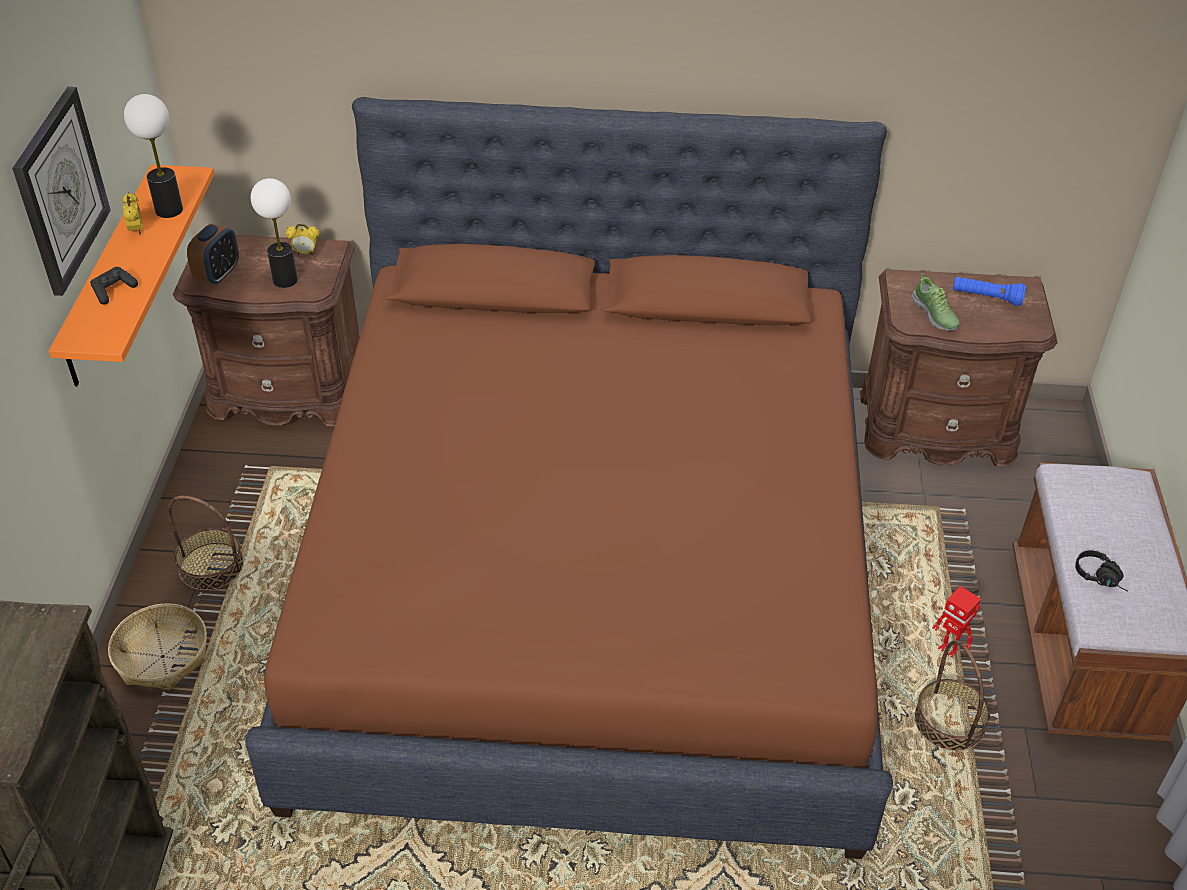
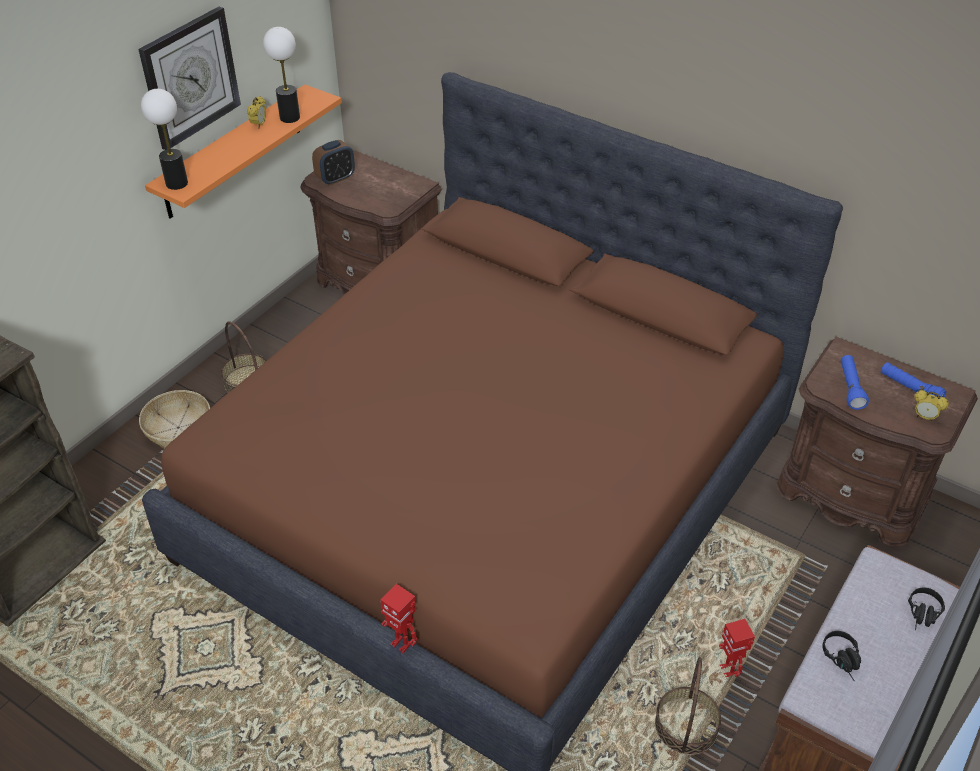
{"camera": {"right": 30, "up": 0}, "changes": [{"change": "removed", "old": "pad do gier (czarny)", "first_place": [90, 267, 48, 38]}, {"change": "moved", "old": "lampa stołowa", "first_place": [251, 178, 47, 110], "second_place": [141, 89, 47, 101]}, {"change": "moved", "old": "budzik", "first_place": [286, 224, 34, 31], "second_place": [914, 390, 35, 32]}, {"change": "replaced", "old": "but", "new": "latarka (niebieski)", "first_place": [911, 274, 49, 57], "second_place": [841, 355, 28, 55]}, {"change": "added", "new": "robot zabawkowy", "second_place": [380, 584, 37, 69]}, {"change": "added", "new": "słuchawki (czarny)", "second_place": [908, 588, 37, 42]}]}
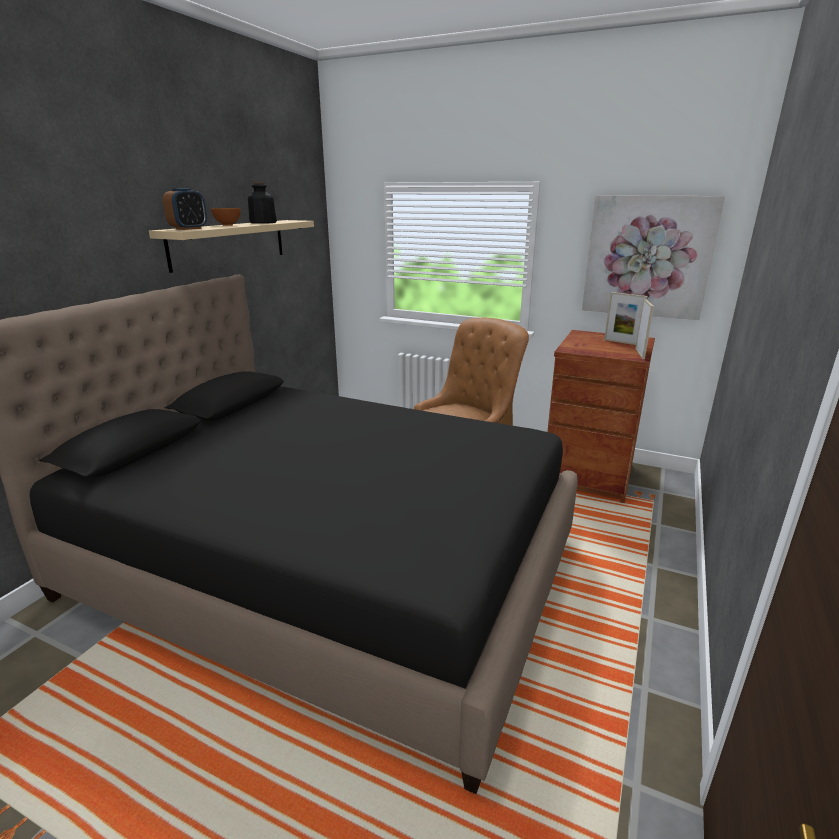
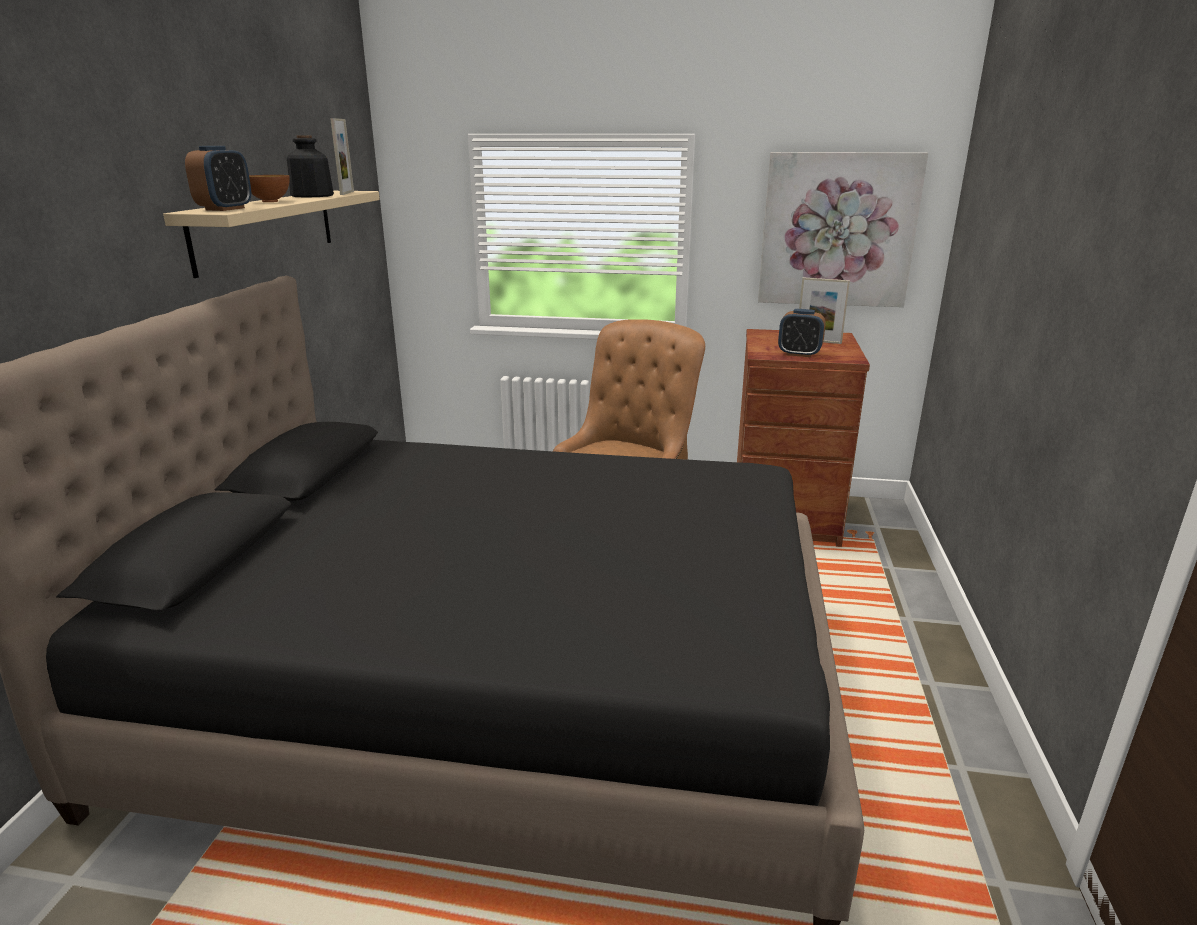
{"camera": {"right": -15, "up": 0}, "changes": [{"change": "moved", "old": "ramka na zdjęcie", "first_place": [635, 299, 19, 60], "second_place": [330, 118, 24, 77]}, {"change": "added", "new": "budzik", "second_place": [778, 309, 48, 48]}]}
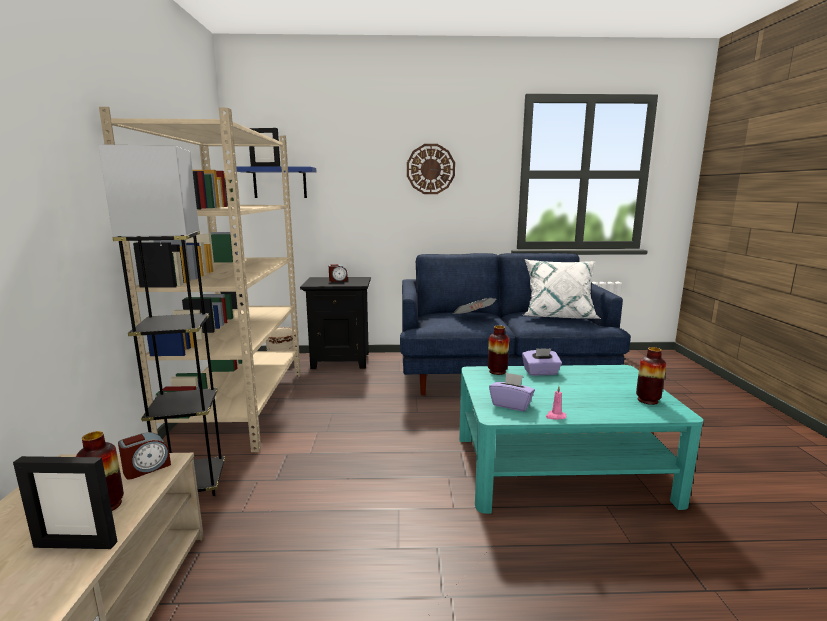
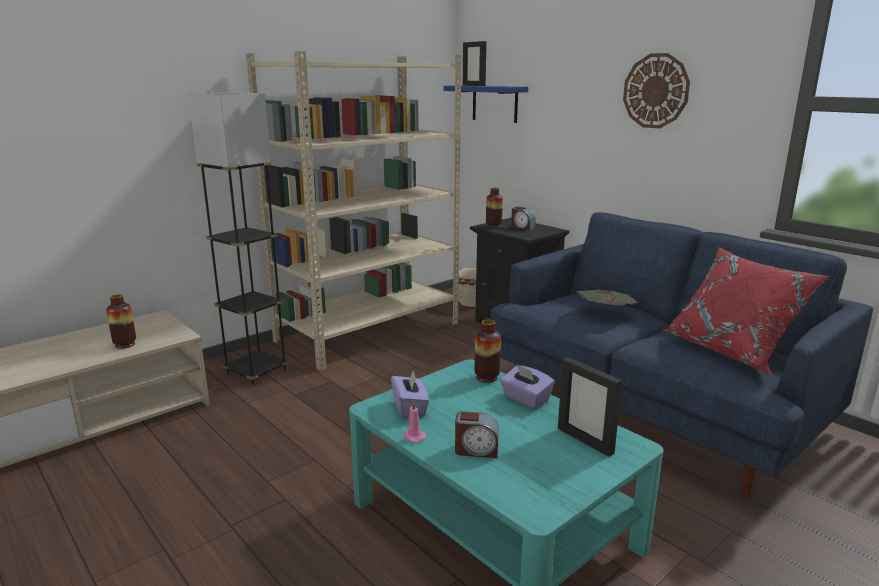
{"camera": {"right": 50, "up": 5}, "changes": [{"change": "moved", "old": "ramka na zdjęcie", "first_place": [13, 456, 105, 93], "second_place": [558, 357, 64, 100]}, {"change": "moved", "old": "budzik", "first_place": [118, 432, 53, 47], "second_place": [455, 411, 44, 47]}, {"change": "recoloured", "old": "poduszka (biały)", "new": "poduszka (czerwony)", "first_place": [524, 259, 77, 60], "second_place": [663, 247, 167, 128]}, {"change": "moved", "old": "wazon", "first_place": [636, 347, 30, 58], "second_place": [486, 188, 17, 40]}]}
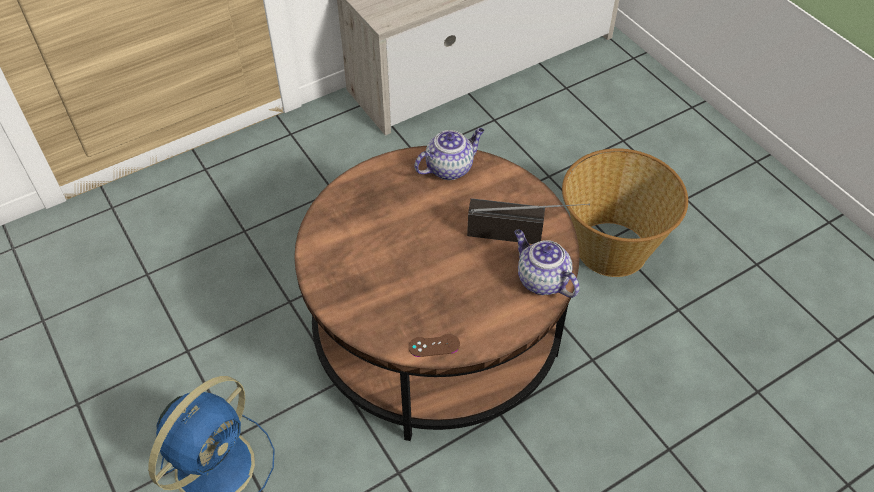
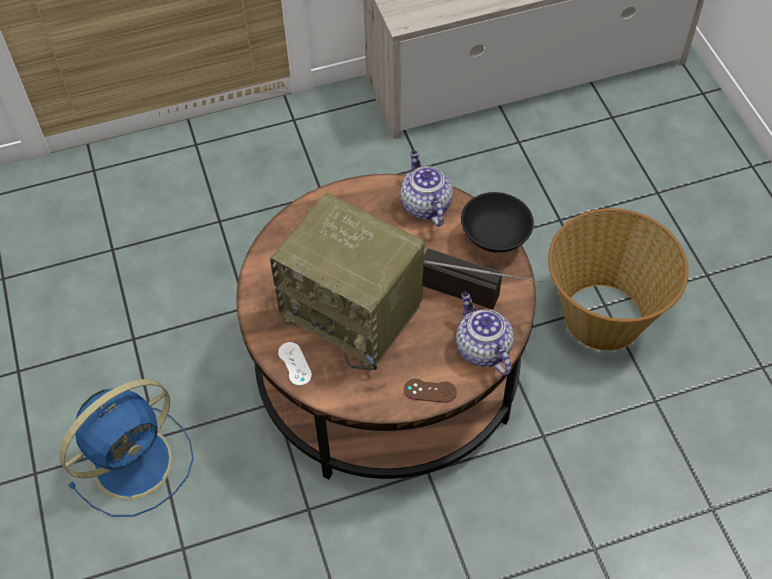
{"camera": {"right": 15, "up": 5}, "changes": [{"change": "moved", "old": "pad do gier (brązowy)", "first_place": [408, 334, 52, 23], "second_place": [404, 379, 53, 24]}, {"change": "turned", "old": "imbryk", "first_place": [414, 128, 70, 52], "second_place": [400, 151, 53, 75], "degrees": -90}, {"change": "added", "new": "radio", "second_place": [270, 193, 155, 177]}, {"change": "added", "new": "pad do gier (biały)", "second_place": [278, 342, 34, 44]}, {"change": "added", "new": "miska (czarny)", "second_place": [461, 192, 73, 61]}]}
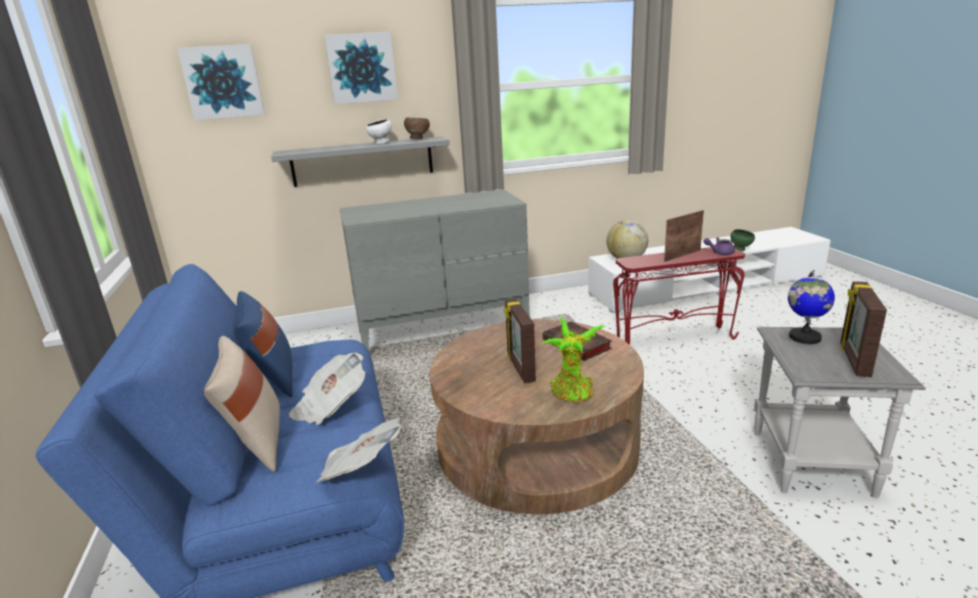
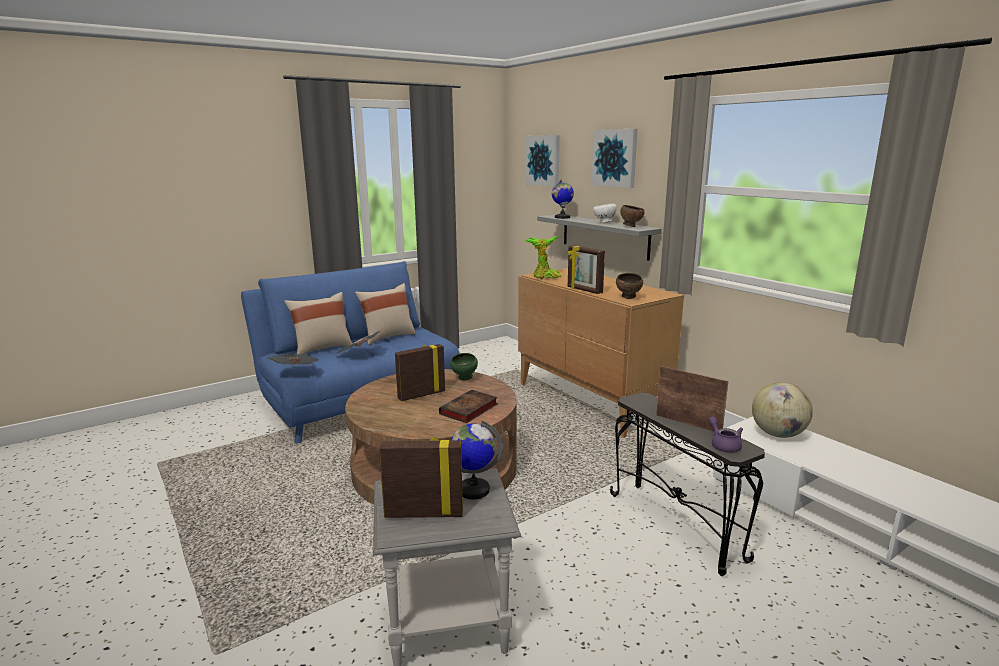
{"camera": {"right": 70, "up": -5}, "changes": [{"change": "recoloured", "old": "poduszka (niebieski)", "new": "poduszka (beżowy)", "first_place": [233, 291, 60, 106], "second_place": [355, 283, 61, 62]}, {"change": "recoloured", "old": "szafka (szary)", "new": "szafka (brązowy)", "first_place": [340, 189, 190, 162], "second_place": [518, 268, 166, 170]}, {"change": "moved", "old": "roślina doniczkowa", "first_place": [541, 317, 66, 85], "second_place": [524, 236, 37, 43]}, {"change": "recoloured", "old": "stolik (czerwony)", "new": "stolik (czarny)", "first_place": [613, 247, 132, 98], "second_place": [610, 393, 155, 183]}, {"change": "moved", "old": "miska (zielony)", "first_place": [731, 229, 24, 22], "second_place": [450, 353, 28, 28]}, {"change": "added", "new": "globus", "second_place": [552, 179, 22, 40]}, {"change": "added", "new": "ramka na zdjęcie", "second_place": [568, 245, 37, 49]}, {"change": "added", "new": "miska (brązowy)", "second_place": [616, 273, 27, 26]}]}
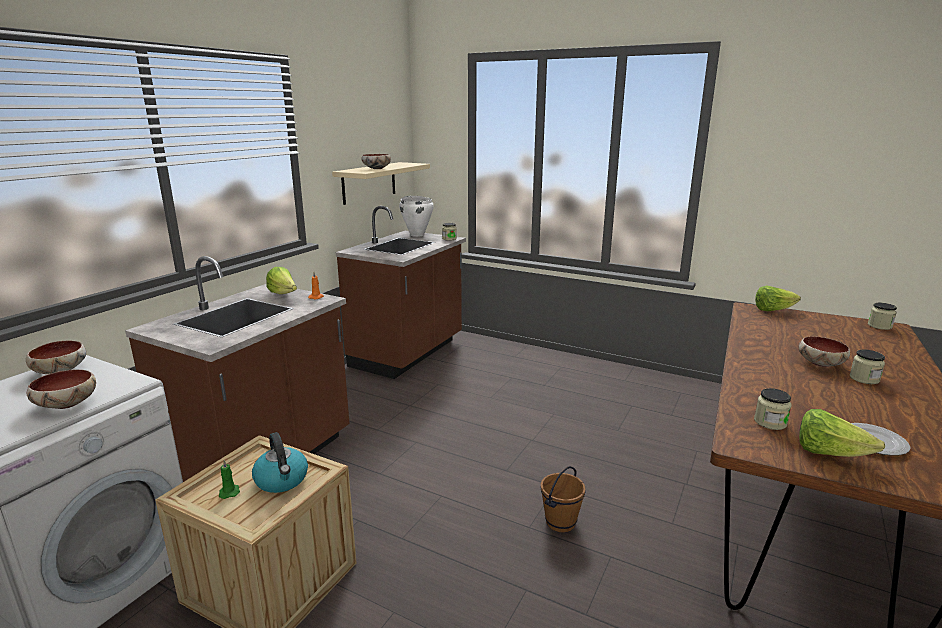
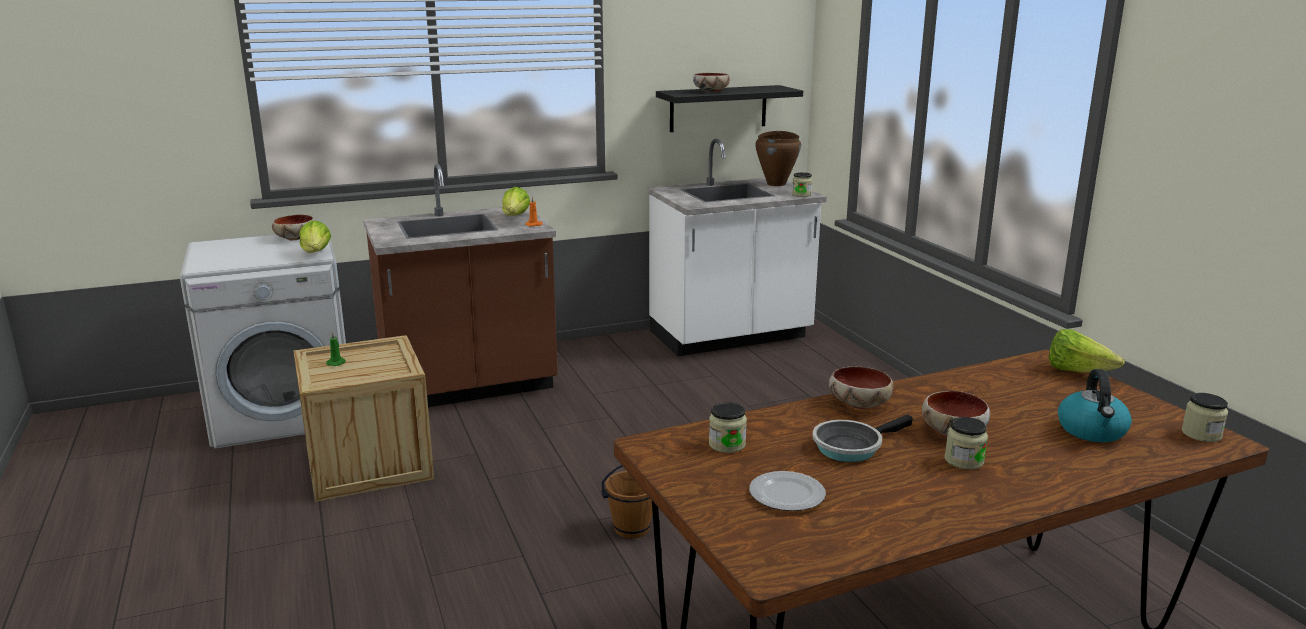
{"camera": {"right": 40, "up": 0}, "changes": [{"change": "moved", "old": "miska", "first_place": [27, 369, 69, 40], "second_place": [829, 366, 65, 43]}, {"change": "moved", "old": "czajnik", "first_place": [252, 432, 56, 61], "second_place": [1058, 369, 74, 73]}, {"change": "recoloured", "old": "półka (beżowy)", "new": "półka (czarny)", "first_place": [332, 162, 98, 43], "second_place": [656, 85, 147, 47]}, {"change": "recoloured", "old": "zabudowa kuchenna (brązowy)", "new": "zabudowa kuchenna (biały)", "first_place": [336, 206, 130, 173], "second_place": [648, 139, 179, 217]}, {"change": "recoloured", "old": "garnek (biały)", "new": "garnek (brązowy)", "first_place": [399, 196, 35, 41], "second_place": [755, 131, 46, 55]}, {"change": "moved", "old": "sałata", "first_place": [799, 409, 86, 48], "second_place": [299, 220, 32, 33]}, {"change": "added", "new": "patelnia", "second_place": [812, 414, 101, 48]}]}
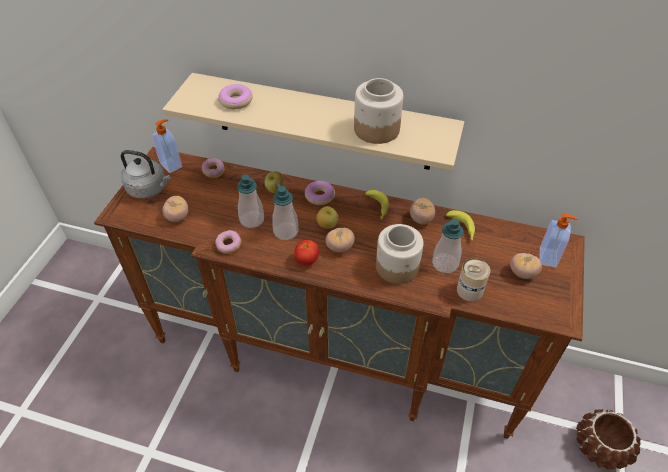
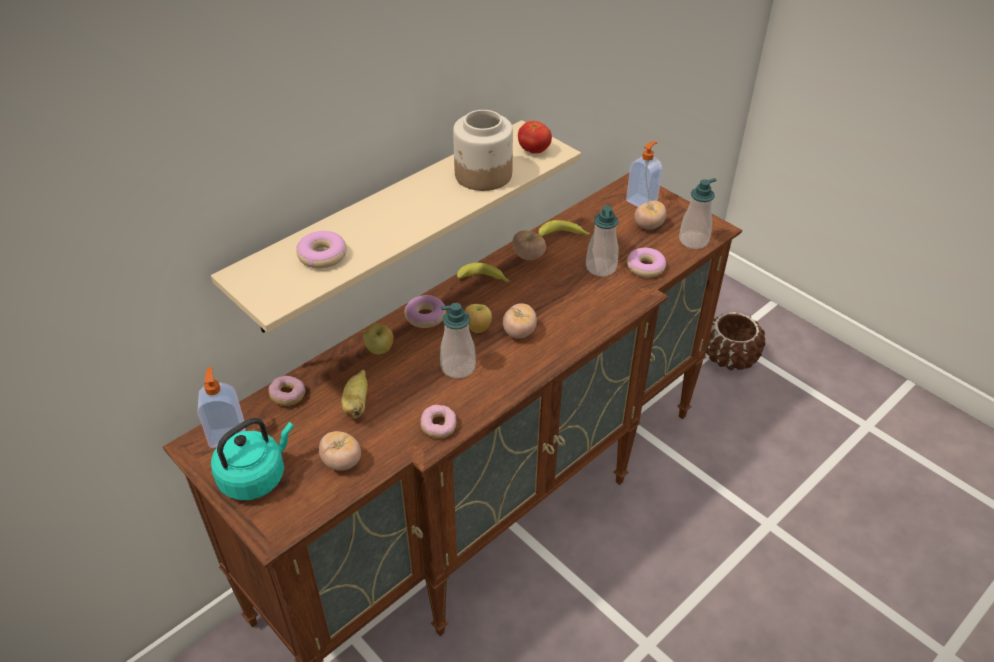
{"camera": {"right": -60, "up": -5}, "changes": [{"change": "recoloured", "old": "czajnik (szary)", "new": "czajnik (turkusowy)", "first_place": [121, 150, 49, 49], "second_place": [211, 418, 83, 82]}, {"change": "moved", "old": "dozownik mydła", "first_place": [237, 174, 27, 54], "second_place": [679, 178, 37, 71]}, {"change": "moved", "old": "pomidor", "first_place": [294, 240, 25, 26], "second_place": [518, 121, 34, 33]}, {"change": "removed", "old": "słoik", "first_place": [376, 224, 48, 60]}, {"change": "replaced", "old": "puszka", "new": "donut", "first_place": [457, 258, 33, 44], "second_place": [627, 248, 39, 29]}, {"change": "added", "new": "banan", "second_place": [342, 370, 26, 49]}]}
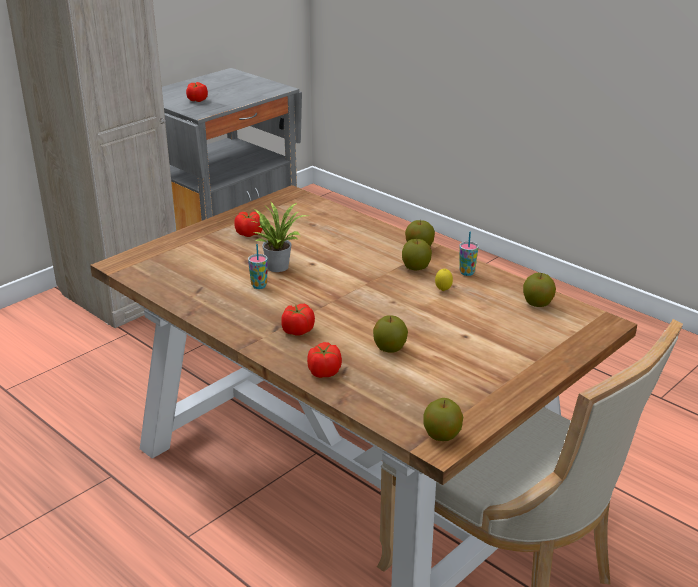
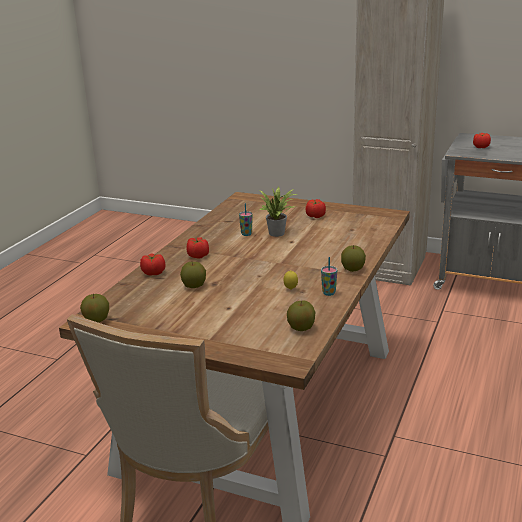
{"camera": {"right": 70, "up": -5}, "changes": [{"change": "removed", "old": "jabłko", "first_place": [402, 239, 30, 31]}]}
